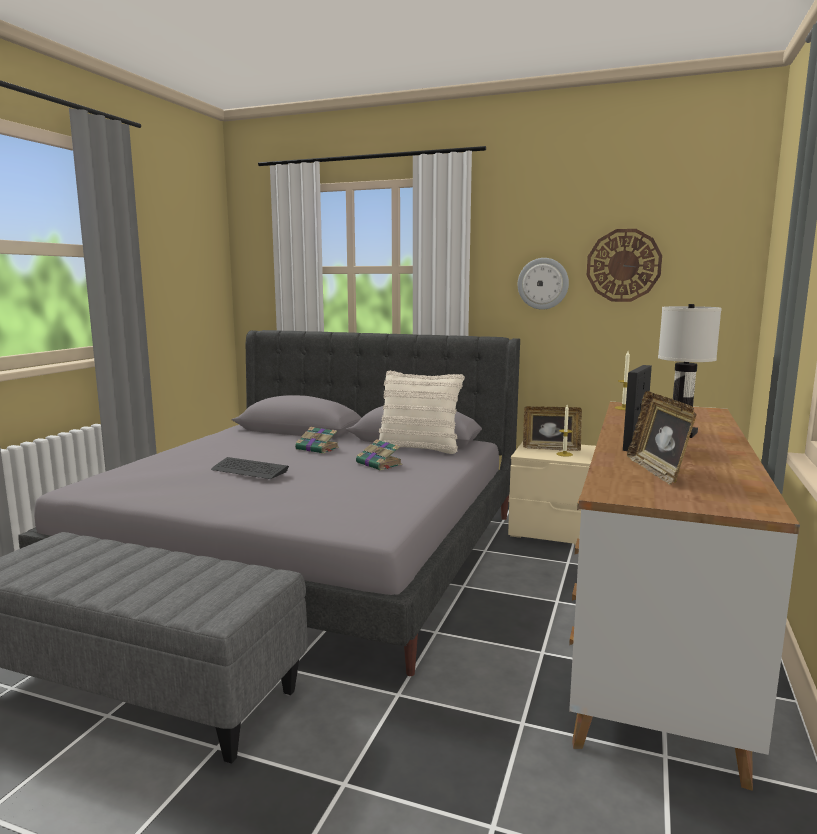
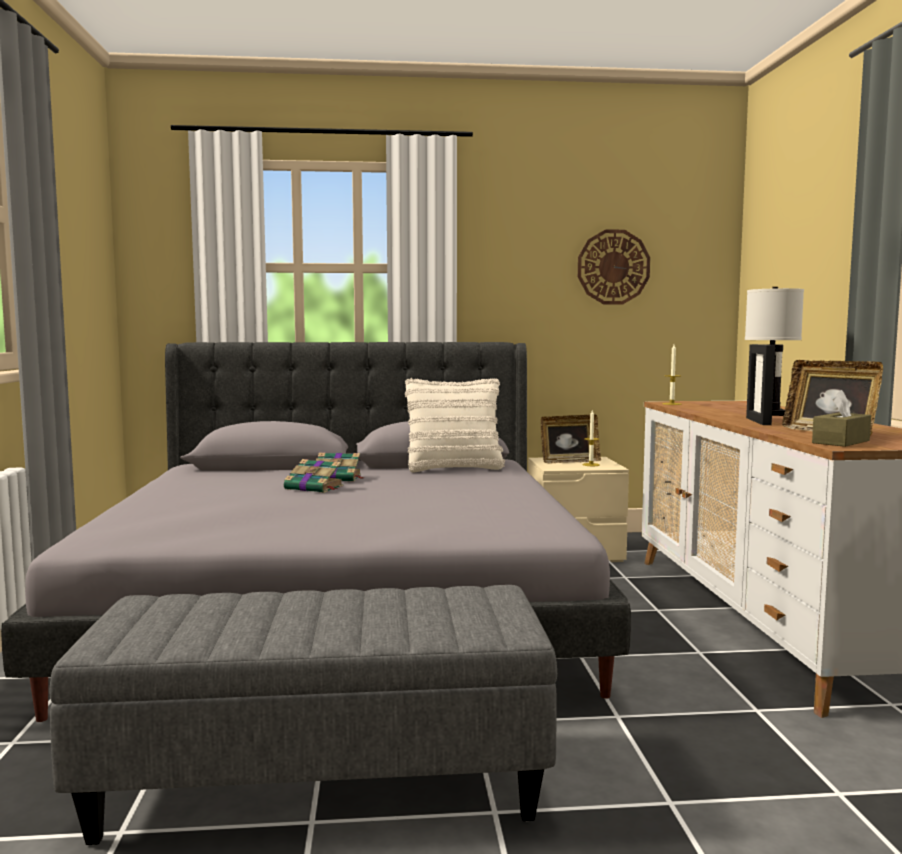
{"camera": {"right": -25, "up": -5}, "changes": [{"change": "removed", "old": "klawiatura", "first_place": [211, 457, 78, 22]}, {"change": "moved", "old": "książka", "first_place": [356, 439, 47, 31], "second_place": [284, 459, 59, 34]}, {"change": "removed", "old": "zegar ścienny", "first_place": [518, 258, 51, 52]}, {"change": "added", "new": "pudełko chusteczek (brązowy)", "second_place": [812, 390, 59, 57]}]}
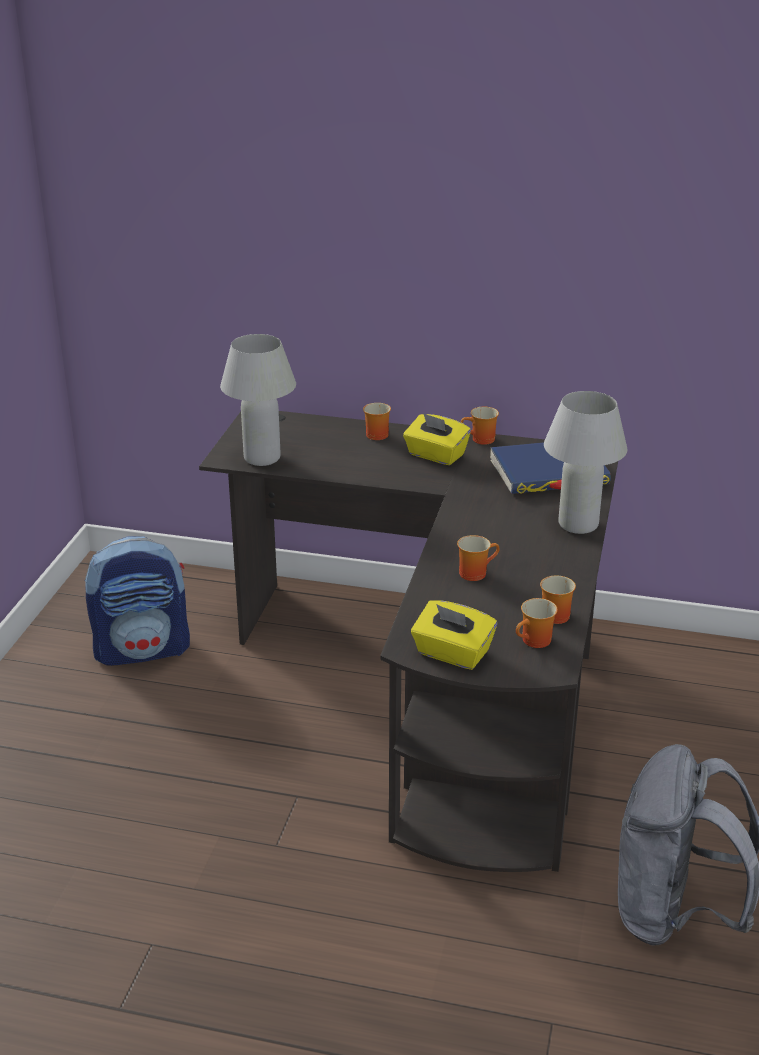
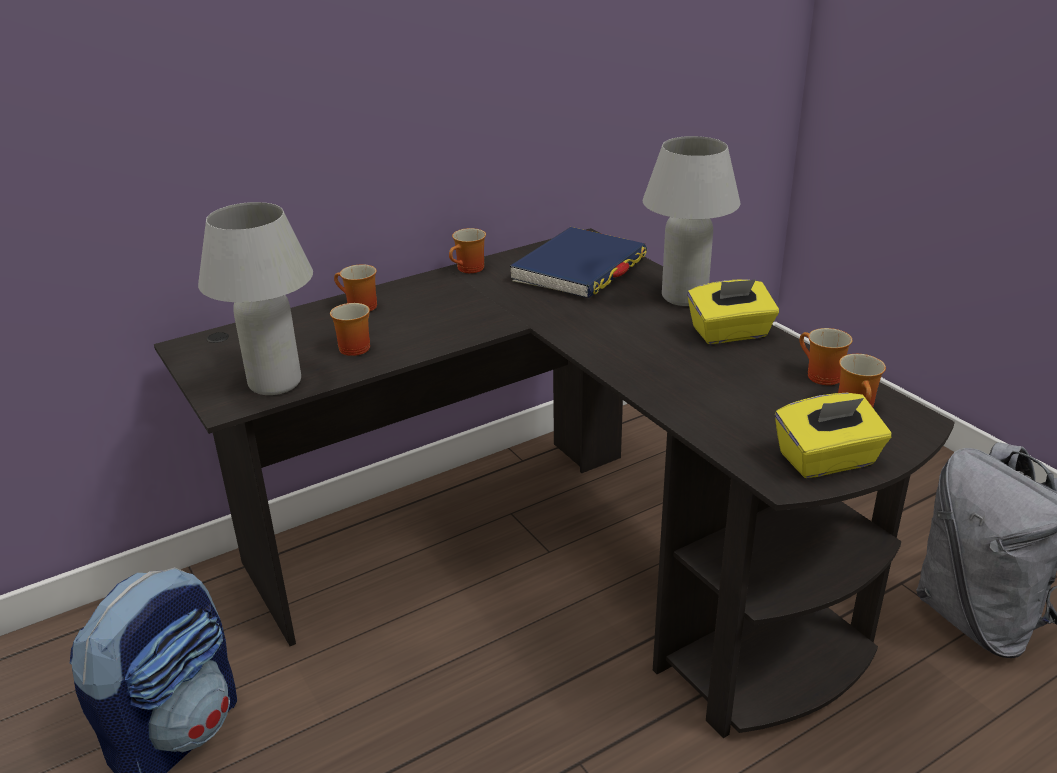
{"camera": {"right": -45, "up": 0}, "changes": [{"change": "moved", "old": "pudełko chusteczek (żółty)", "first_place": [403, 413, 68, 52], "second_place": [687, 279, 92, 65]}, {"change": "moved", "old": "kubek", "first_place": [457, 535, 43, 46], "second_place": [330, 303, 40, 53]}]}
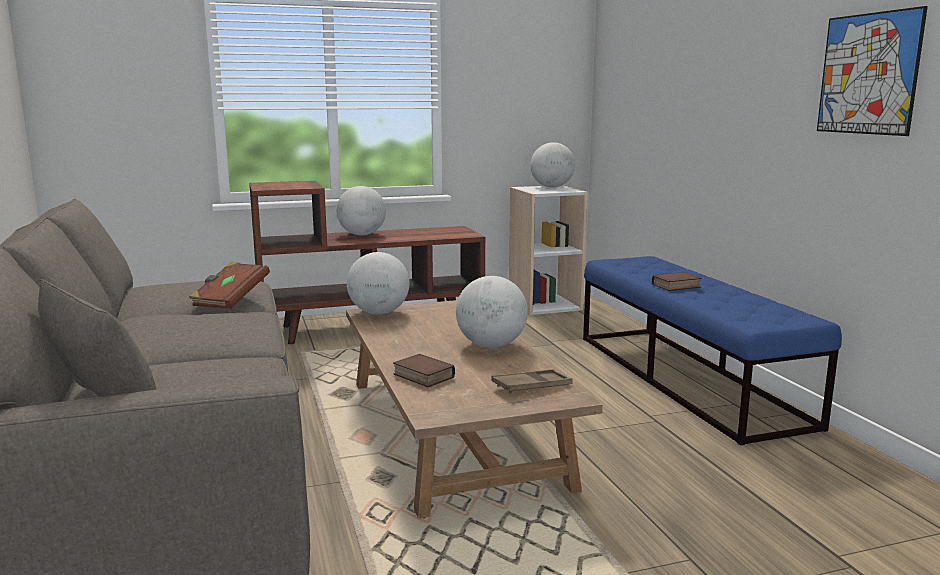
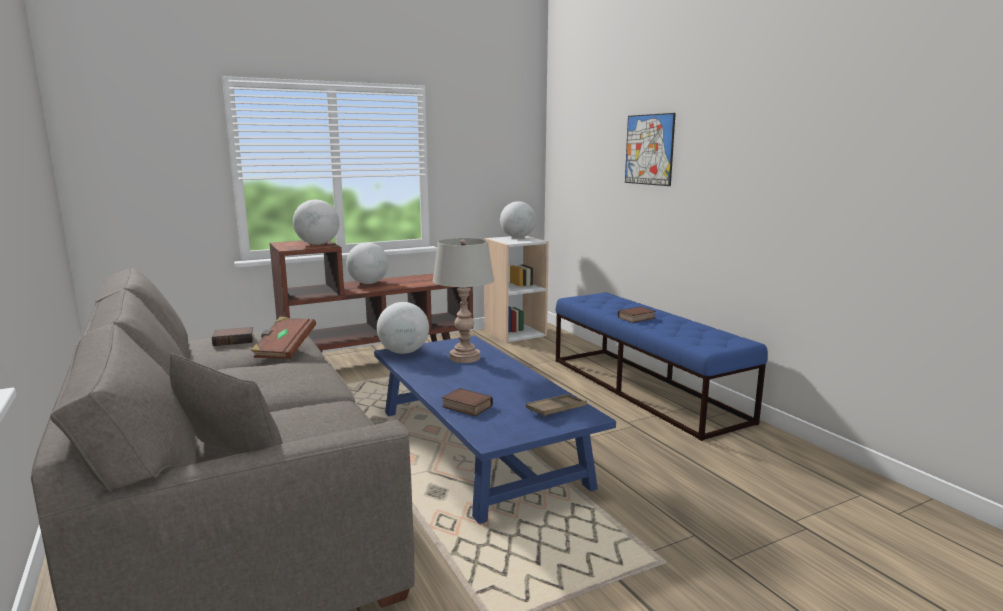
{"camera": {"right": -10, "up": 0}, "changes": [{"change": "recoloured", "old": "ława (brązowy)", "new": "ława (niebieski)", "first_place": [346, 300, 257, 218], "second_place": [374, 335, 242, 189]}, {"change": "moved", "old": "globus", "first_place": [456, 276, 72, 72], "second_place": [293, 199, 47, 46]}, {"change": "moved", "old": "obraz", "first_place": [817, 6, 111, 130], "second_place": [625, 113, 51, 73]}, {"change": "added", "new": "książka", "second_place": [212, 327, 42, 19]}, {"change": "added", "new": "lampa stołowa (szary)", "second_place": [433, 238, 61, 125]}]}
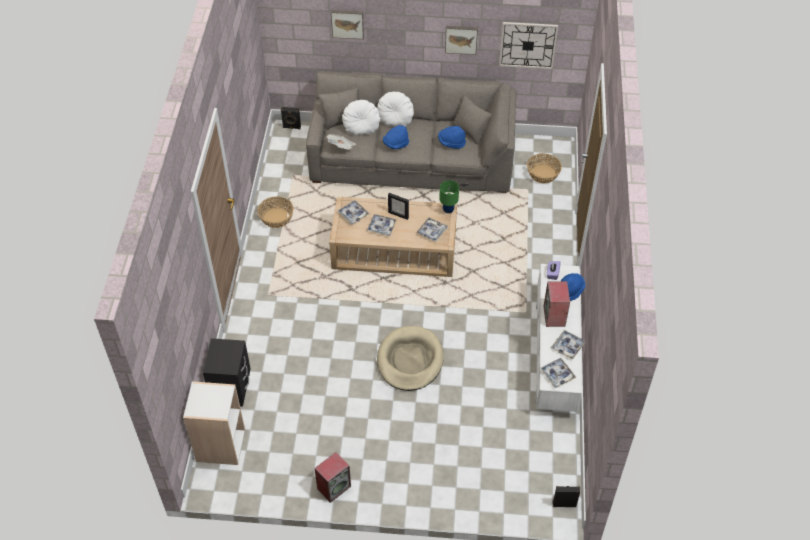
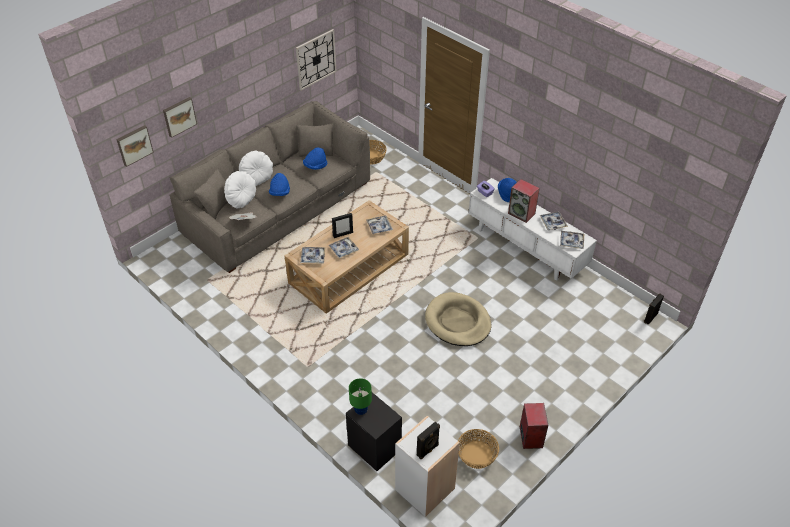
{"camera": {"right": -50, "up": -5}, "changes": [{"change": "moved", "old": "koszyk", "first_place": [257, 196, 37, 32], "second_place": [458, 429, 41, 40]}, {"change": "moved", "old": "głośnik (czarny)", "first_place": [281, 107, 20, 22], "second_place": [417, 422, 23, 37]}, {"change": "moved", "old": "lampa stołowa (zielony)", "first_place": [439, 180, 20, 33], "second_place": [349, 379, 23, 36]}, {"change": "moved", "old": "obraz", "first_place": [445, 26, 33, 29], "second_place": [116, 125, 38, 42]}]}
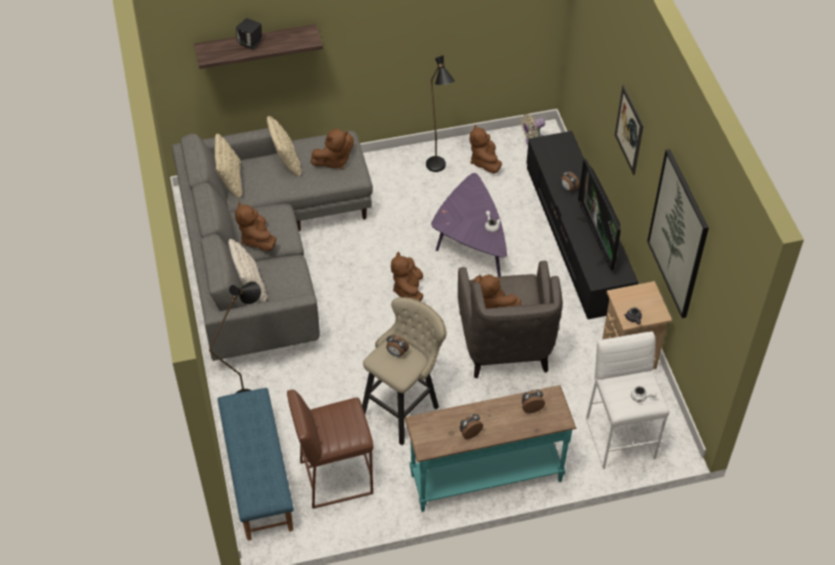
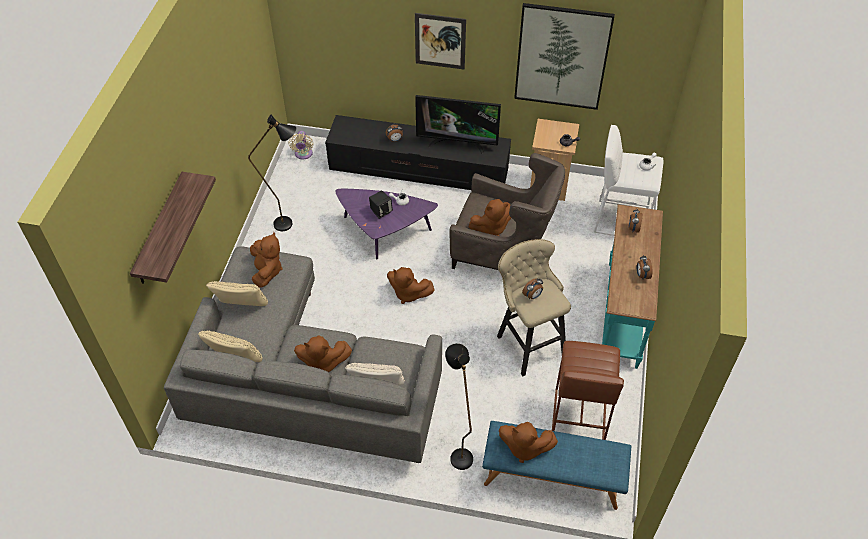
{"camera": {"right": -65, "up": 0}, "changes": [{"change": "moved", "old": "głośnik (czarny)", "first_place": [236, 18, 26, 32], "second_place": [369, 191, 24, 28]}, {"change": "moved", "old": "pluszak (brązowy)", "first_place": [470, 124, 32, 49], "second_place": [499, 422, 59, 41]}]}
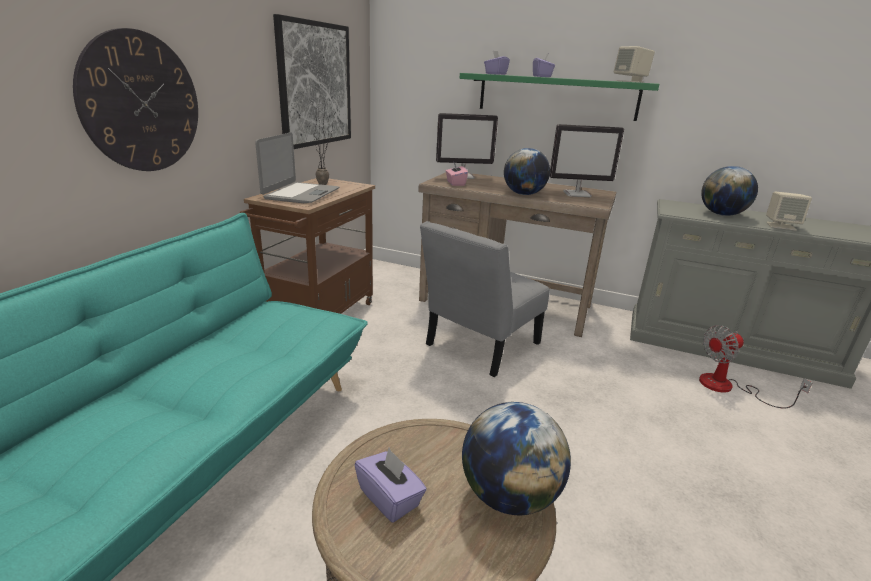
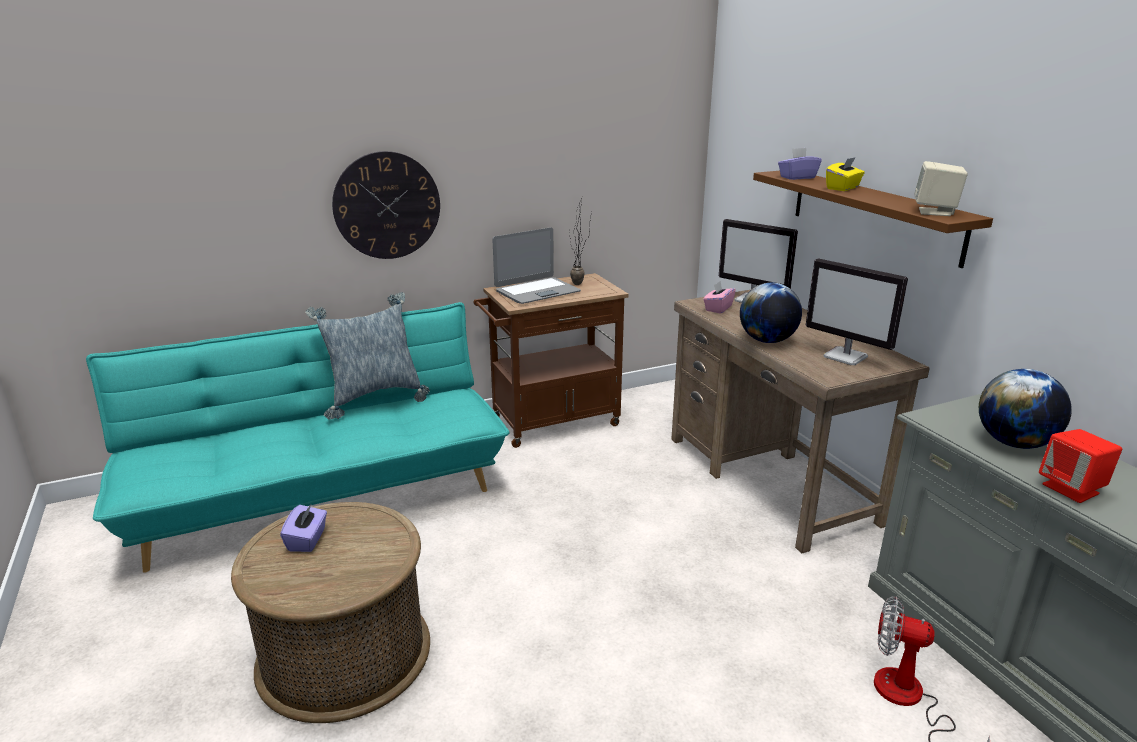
{"camera": {"right": 45, "up": 0}, "changes": [{"change": "removed", "old": "obraz", "first_place": [273, 14, 78, 135]}, {"change": "removed", "old": "krzesło (szary)", "first_place": [420, 221, 130, 156]}, {"change": "recoloured", "old": "półka (zielony)", "new": "półka (brązowy)", "first_place": [460, 73, 199, 48], "second_place": [753, 171, 240, 97]}, {"change": "removed", "old": "globus", "first_place": [462, 402, 109, 113]}, {"change": "recoloured", "old": "pudełko chusteczek (fioletowy)", "new": "pudełko chusteczek (żółty)", "first_place": [533, 53, 22, 24], "second_place": [826, 157, 39, 34]}, {"change": "recoloured", "old": "głośnik (beżowy)", "new": "głośnik (czerwony)", "first_place": [766, 191, 46, 40], "second_place": [1039, 429, 83, 74]}, {"change": "added", "new": "poduszka", "second_place": [305, 292, 125, 128]}]}
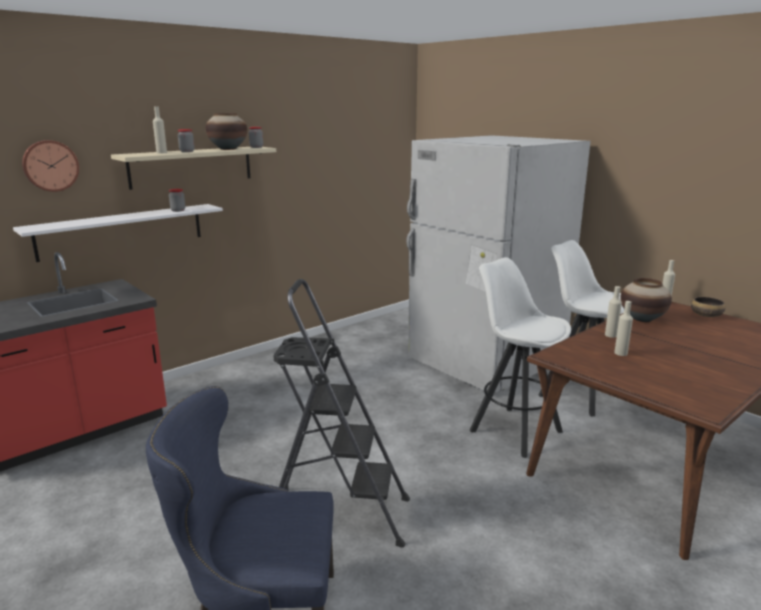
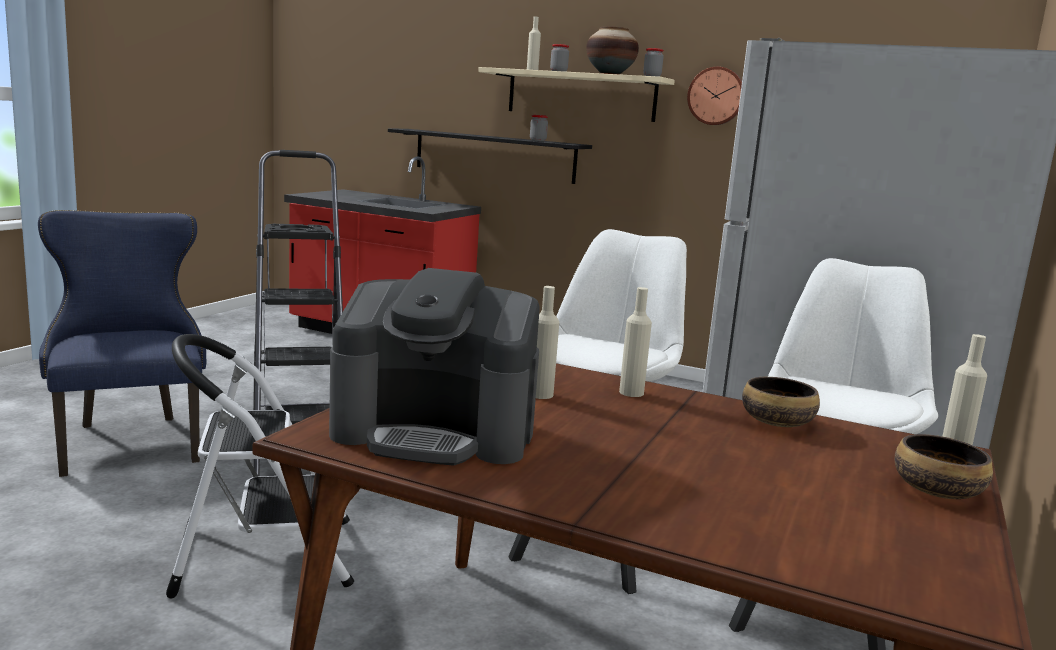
{"camera": {"right": 65, "up": -5}, "changes": [{"change": "recoloured", "old": "półka (biały)", "new": "półka (czarny)", "first_place": [13, 204, 210, 58], "second_place": [388, 128, 204, 56]}, {"change": "moved", "old": "zegar ścienny", "first_place": [22, 140, 57, 52], "second_place": [687, 67, 55, 58]}, {"change": "replaced", "old": "wazon", "new": "miska", "first_place": [620, 278, 52, 44], "second_place": [742, 377, 78, 50]}, {"change": "added", "new": "drabinka", "second_place": [166, 334, 188, 264]}, {"change": "added", "new": "ekspres do kawy", "second_place": [329, 268, 211, 198]}]}
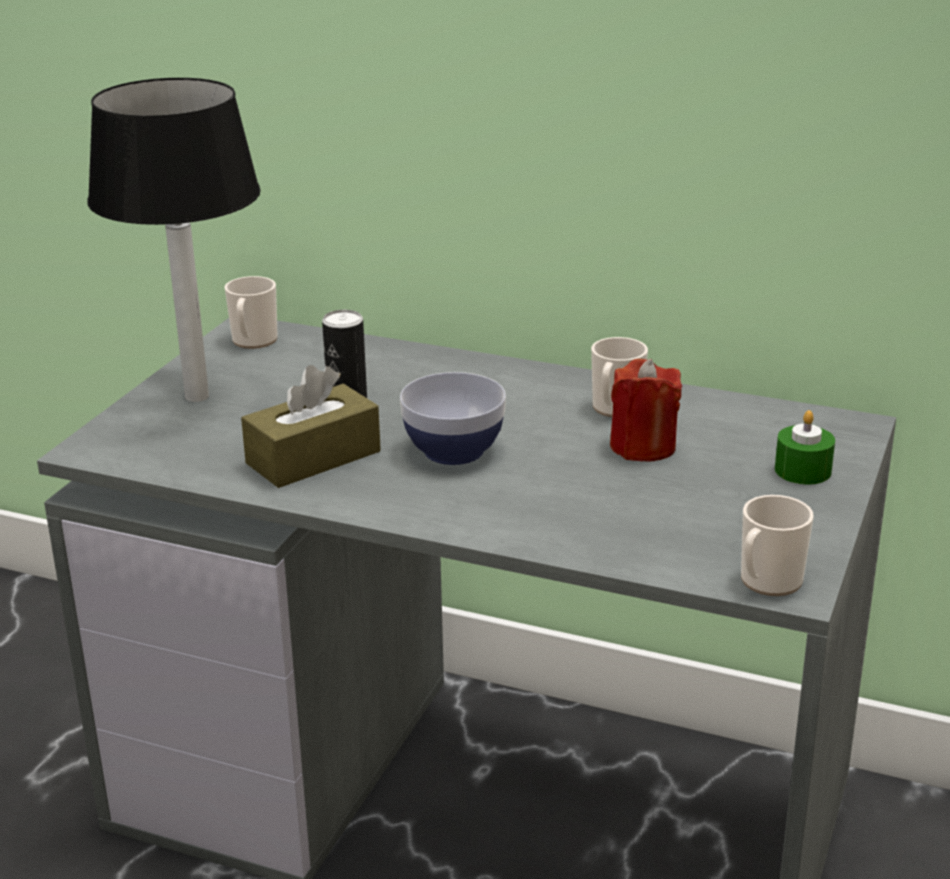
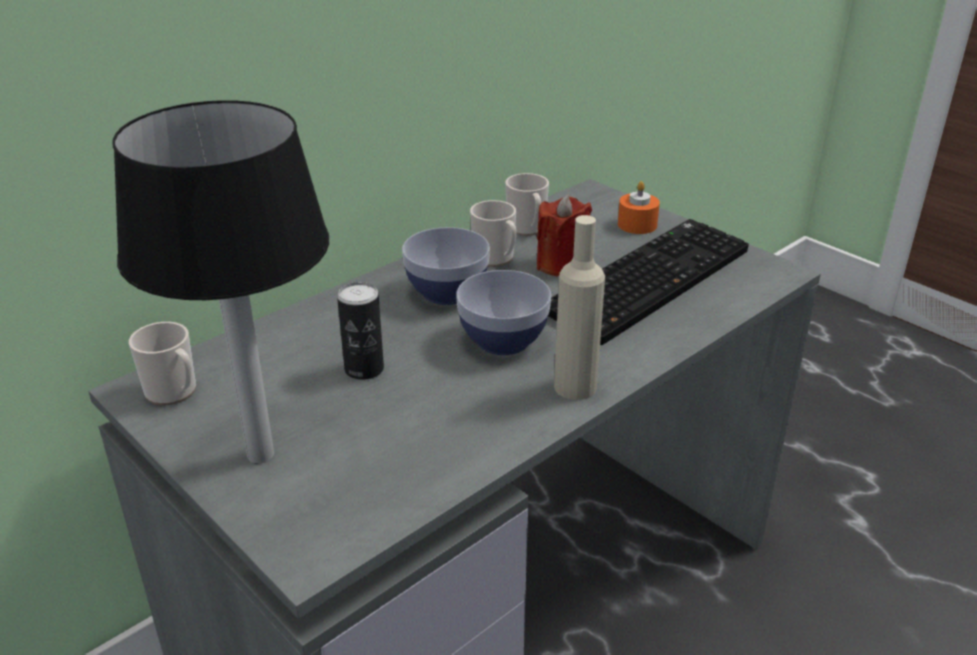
{"camera": {"right": -65, "up": 5}, "changes": [{"change": "removed", "old": "pudełko chusteczek (brązowy)", "first_place": [241, 365, 140, 123]}, {"change": "moved", "old": "kubek", "first_place": [741, 495, 73, 101], "second_place": [505, 173, 44, 63]}, {"change": "recoloured", "old": "świeca (zielony)", "new": "świeca (pomarańczowy)", "first_place": [775, 410, 60, 75], "second_place": [618, 181, 42, 53]}, {"change": "added", "new": "miska", "second_place": [402, 227, 88, 78]}, {"change": "added", "new": "klawiatura", "second_place": [548, 219, 201, 126]}, {"change": "added", "new": "butelka (beżowy)", "second_place": [554, 215, 51, 185]}]}
